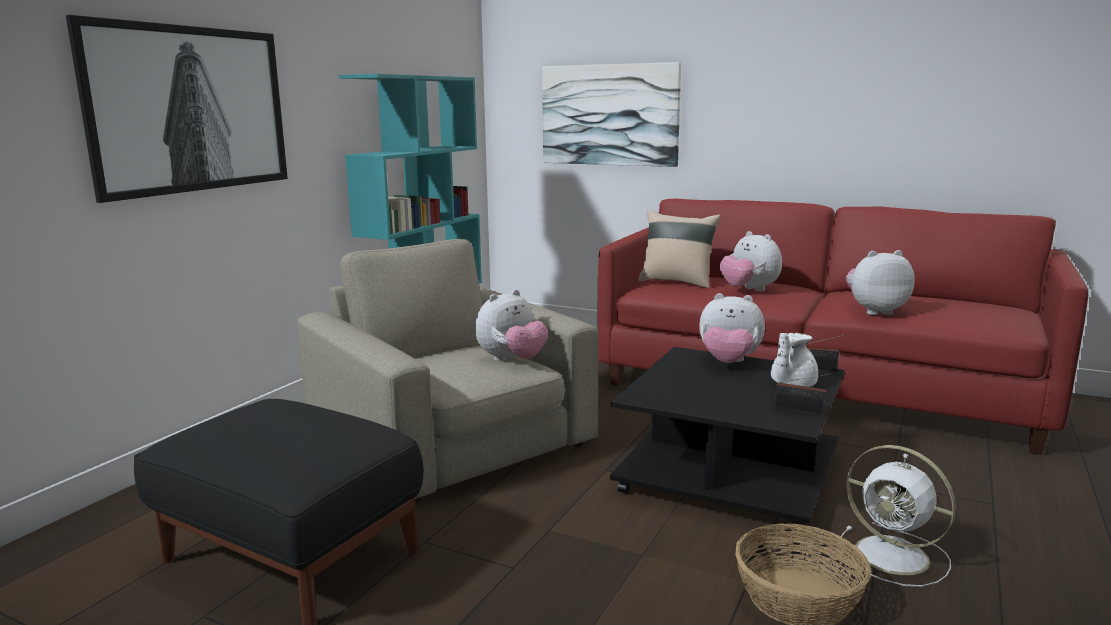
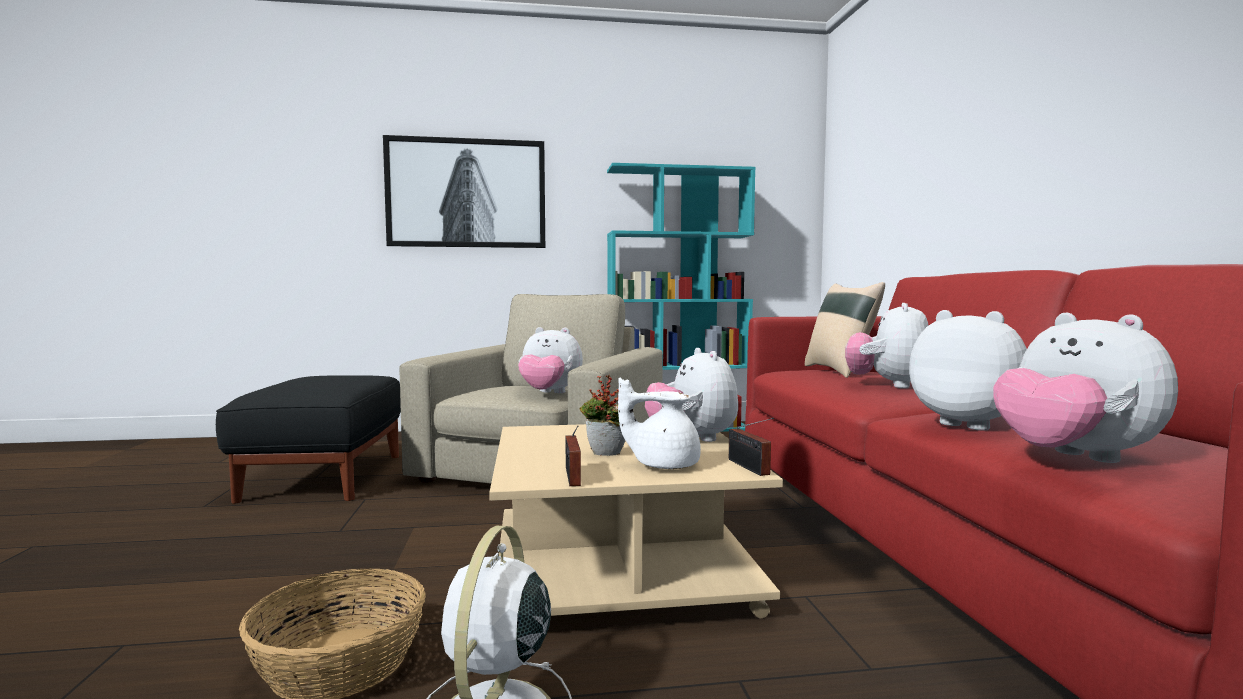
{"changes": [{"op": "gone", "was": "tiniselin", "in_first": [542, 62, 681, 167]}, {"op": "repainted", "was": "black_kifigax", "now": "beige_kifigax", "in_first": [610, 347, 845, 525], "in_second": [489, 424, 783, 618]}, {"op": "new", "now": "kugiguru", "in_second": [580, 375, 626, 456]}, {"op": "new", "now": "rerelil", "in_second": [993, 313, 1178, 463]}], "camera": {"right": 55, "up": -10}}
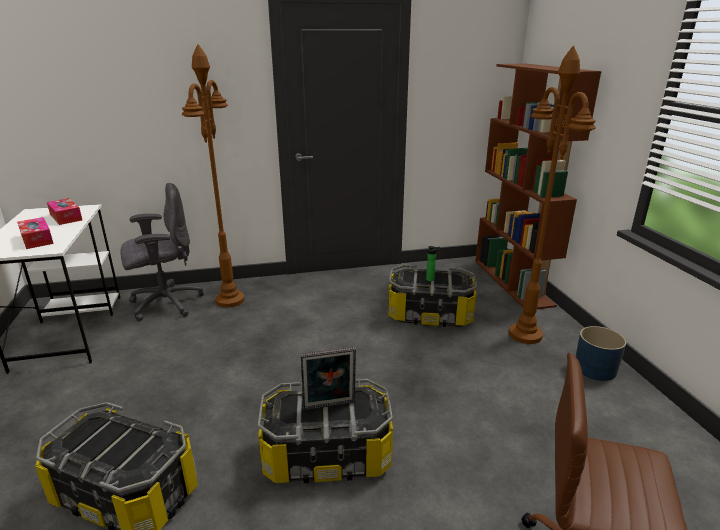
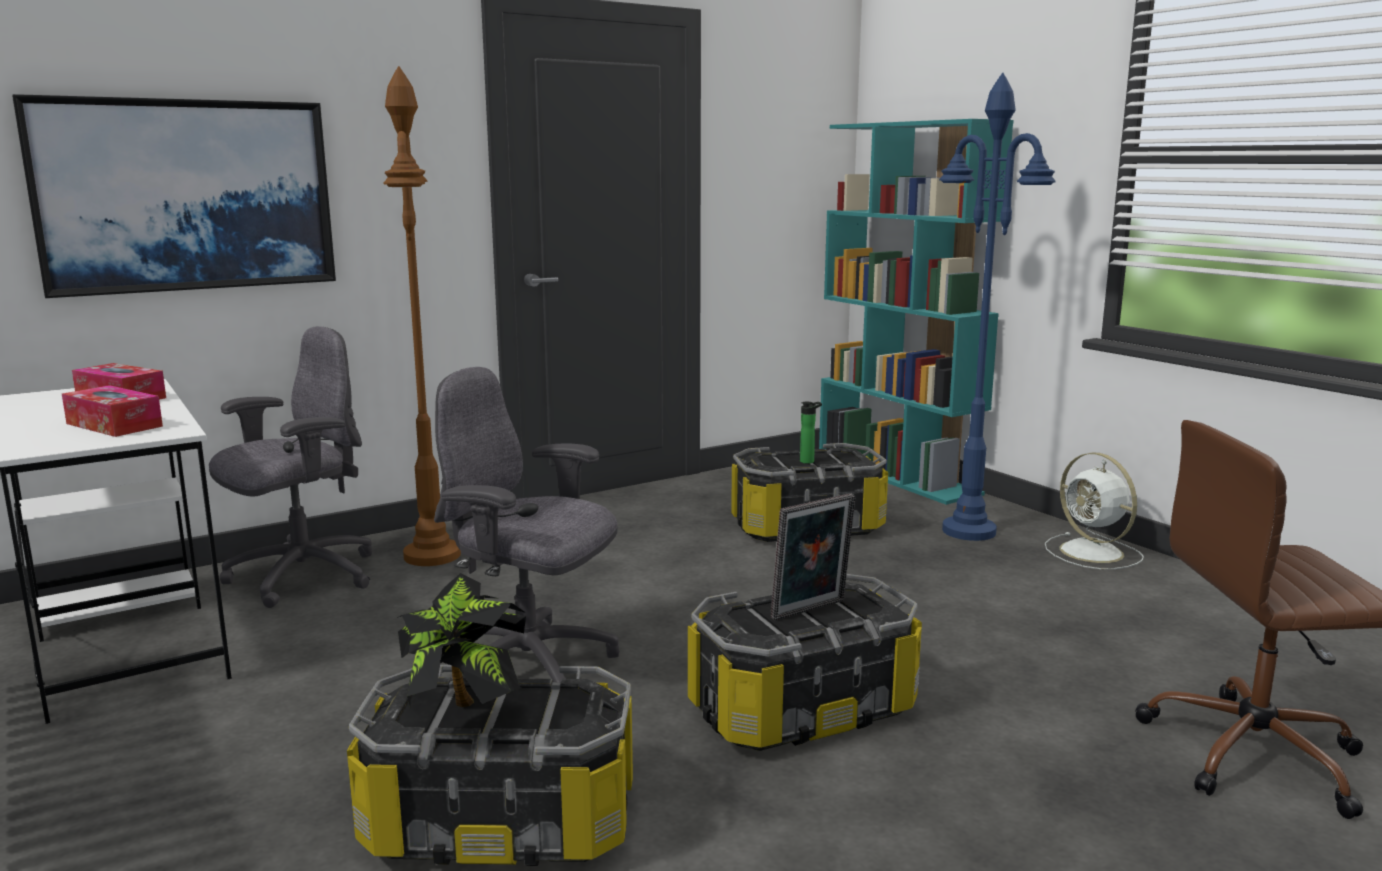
{"changes": [{"op": "repainted", "was": "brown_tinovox", "now": "turquoise_tinovox", "in_first": [475, 64, 602, 309], "in_second": [819, 119, 1014, 505]}, {"op": "repainted", "was": "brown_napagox", "now": "blue_napagox", "in_first": [509, 46, 596, 344], "in_second": [939, 73, 1056, 541]}, {"op": "swapped", "was": "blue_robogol", "now": "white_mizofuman", "in_first": [576, 326, 626, 381], "in_second": [1045, 453, 1144, 569]}, {"op": "new", "now": "tiniselin", "in_second": [12, 94, 336, 298]}, {"op": "new", "now": "kugiguru", "in_second": [397, 573, 526, 709]}, {"op": "new", "now": "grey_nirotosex", "in_second": [434, 367, 619, 682]}], "camera": {"right": -20, "up": -10}}
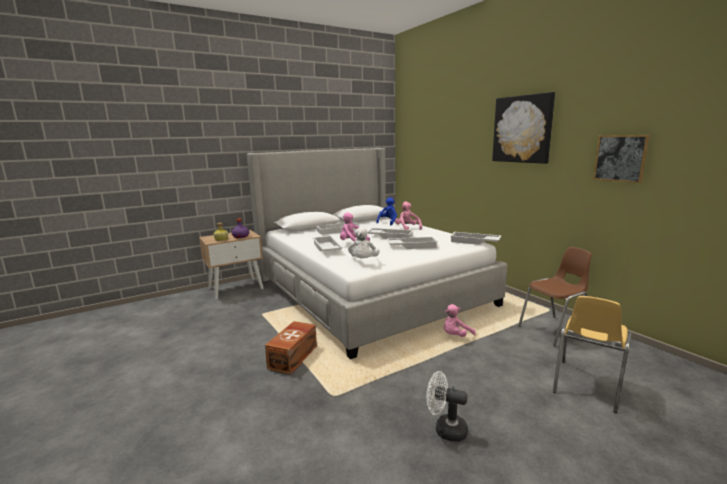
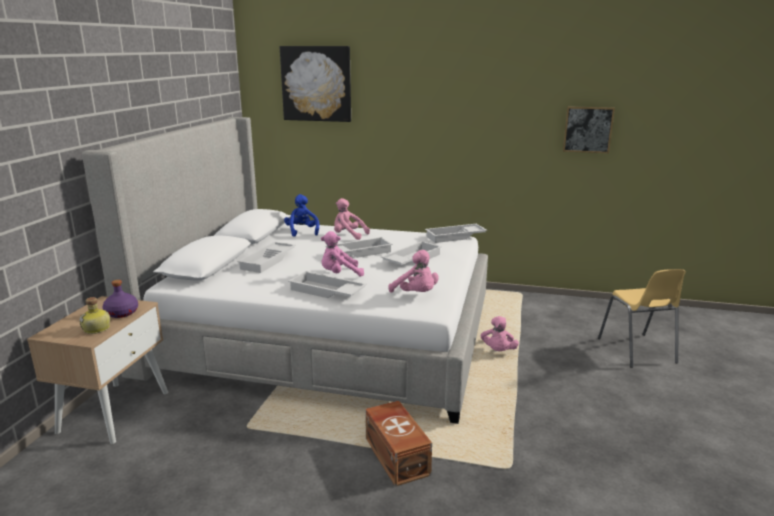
{"changes": [{"op": "repainted", "was": "white_rerelil", "now": "pink_rerelil", "in_first": [348, 227, 380, 259], "in_second": [388, 250, 439, 293]}, {"op": "gone", "was": "white_mizofuman", "in_first": [427, 371, 468, 442]}, {"op": "shifted", "was": "tiniselin", "in_first": [492, 92, 555, 164], "in_second": [280, 46, 351, 122]}, {"op": "gone", "was": "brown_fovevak", "in_first": [518, 247, 592, 346]}], "camera": {"right": -45, "up": 5}}
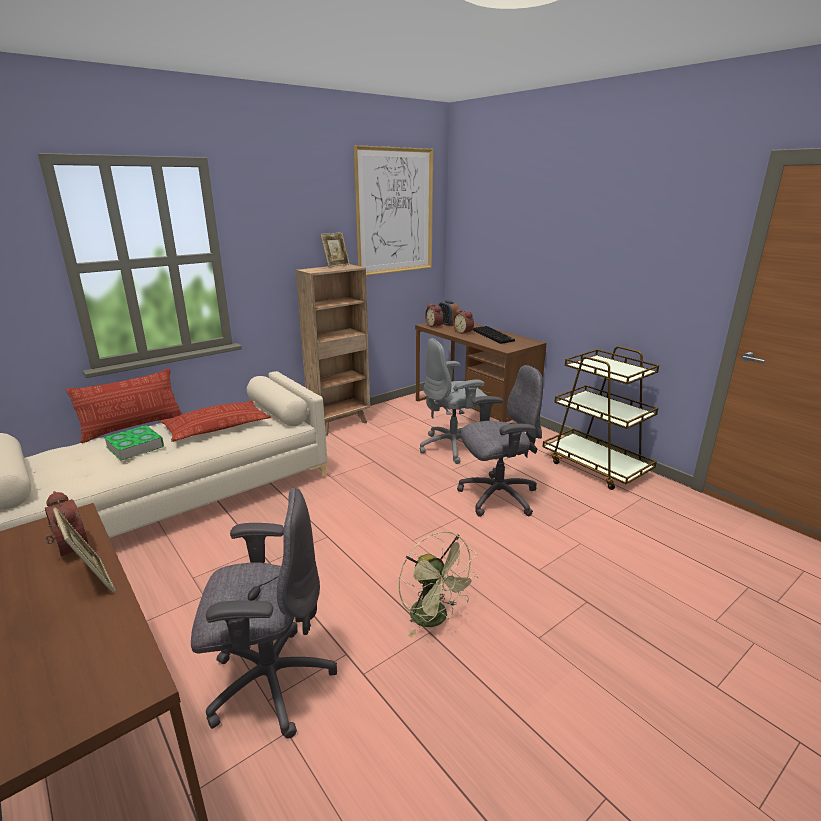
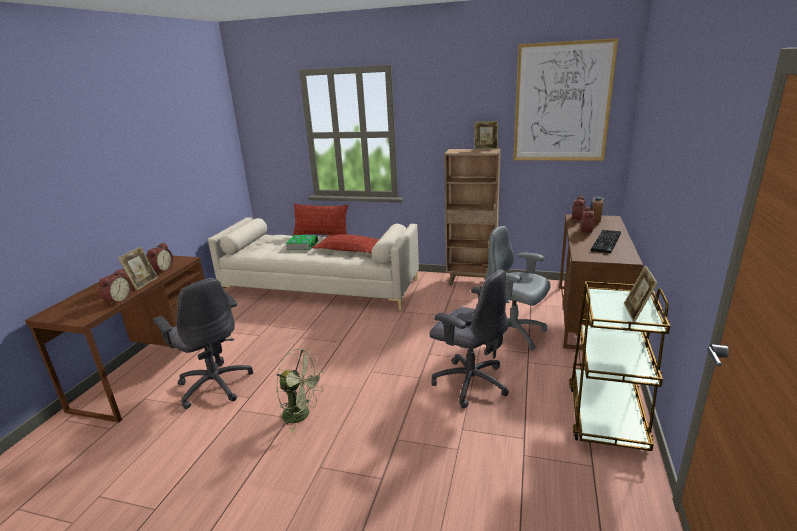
{"changes": [{"op": "rotated", "was": "green_mizofuman", "in_first": [399, 531, 479, 637], "in_second": [277, 348, 324, 432], "clockwise": -90}, {"op": "new", "now": "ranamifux", "in_second": [99, 269, 132, 306]}, {"op": "new", "now": "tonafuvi", "in_second": [624, 266, 658, 322]}], "camera": {"right": 55, "up": 0}}
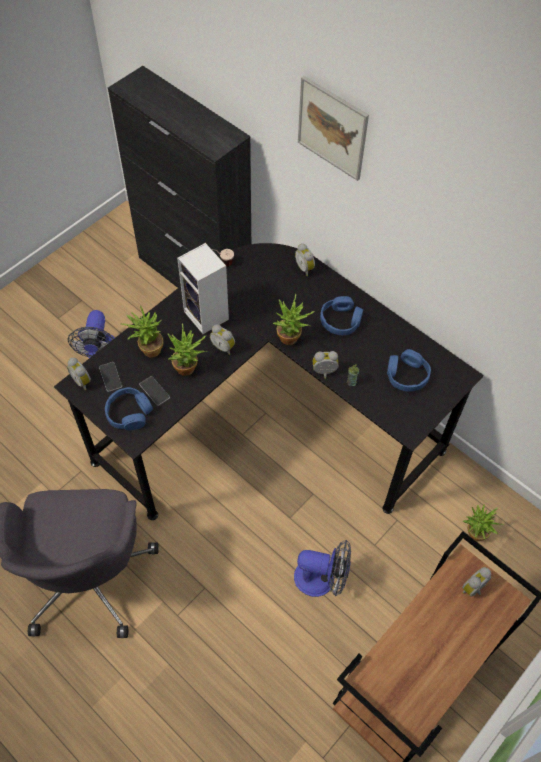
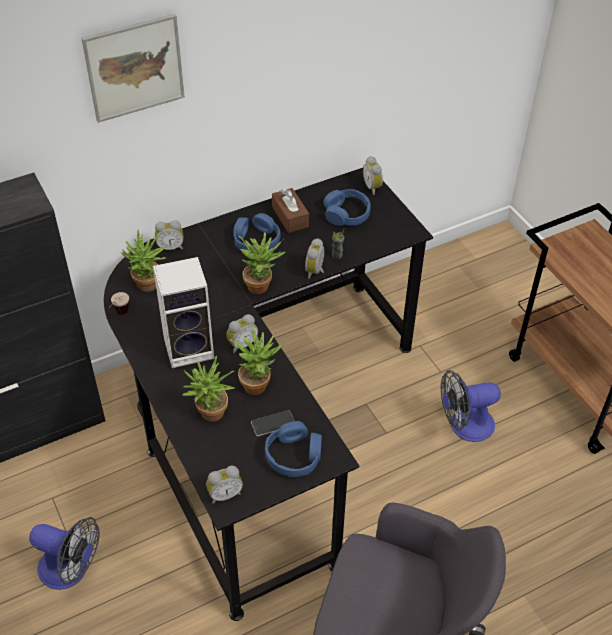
{"changes": [{"op": "gone", "was": "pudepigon", "in_first": [99, 362, 122, 392]}, {"op": "rotated", "was": "mizofuman", "in_first": [294, 540, 351, 597], "in_second": [441, 370, 501, 442], "clockwise": -135}, {"op": "shifted", "was": "ranamifux", "in_first": [462, 567, 491, 597], "in_second": [363, 156, 383, 195]}, {"op": "shifted", "was": "kugiguru", "in_first": [463, 504, 504, 542], "in_second": [121, 229, 166, 292]}, {"op": "new", "now": "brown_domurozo", "in_second": [272, 188, 309, 233]}], "camera": {"right": -70, "up": -10}}
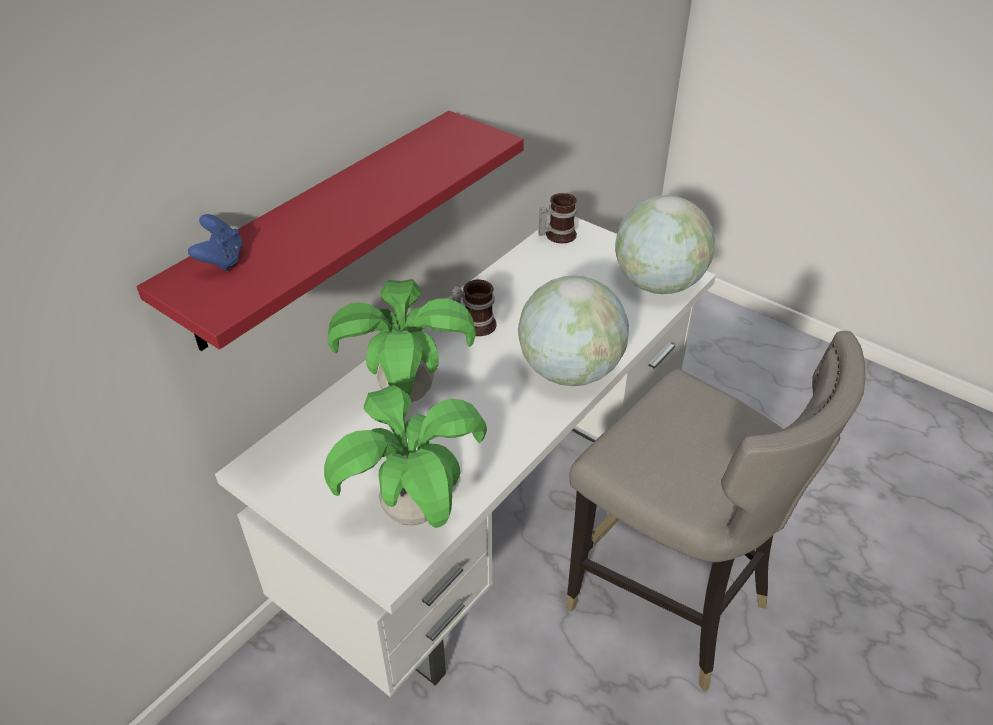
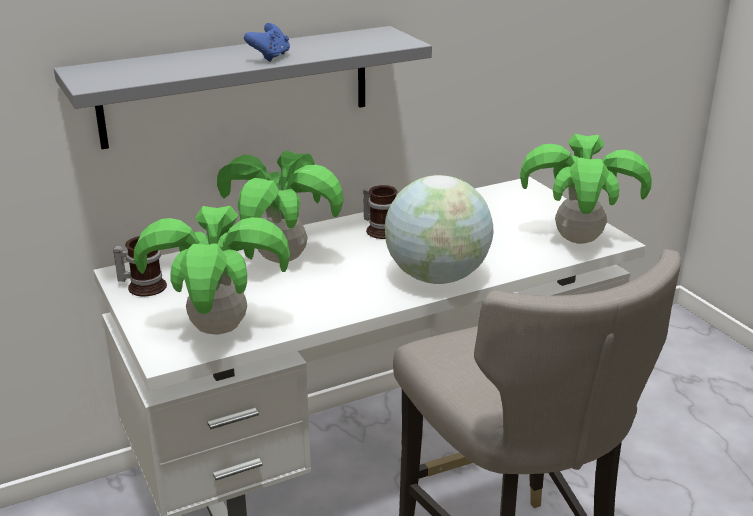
{"changes": [{"op": "repainted", "was": "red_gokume", "now": "grey_gokume", "in_first": [137, 111, 524, 351], "in_second": [54, 26, 432, 149]}, {"op": "shifted", "was": "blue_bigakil", "in_first": [188, 214, 243, 271], "in_second": [244, 23, 290, 62]}, {"op": "shifted", "was": "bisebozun", "in_first": [539, 193, 577, 244], "in_second": [113, 236, 167, 297]}, {"op": "swapped", "was": "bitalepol", "now": "kugiguru", "in_first": [615, 195, 715, 294], "in_second": [520, 134, 652, 244]}], "camera": {"right": 25, "up": -15}}
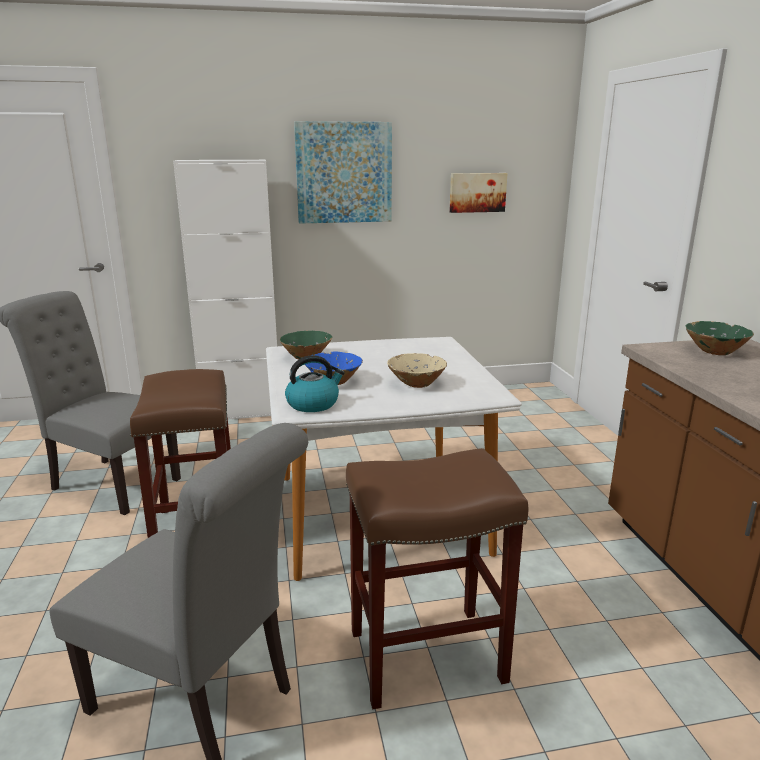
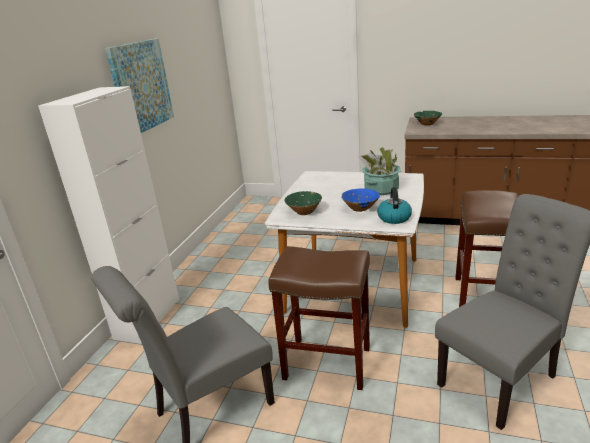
{"changes": [{"op": "swapped", "was": "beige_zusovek", "now": "kugiguru", "in_first": [387, 353, 447, 388], "in_second": [358, 147, 401, 195]}, {"op": "gone", "was": "tiniselin", "in_first": [449, 173, 508, 213]}], "camera": {"right": -60, "up": 5}}
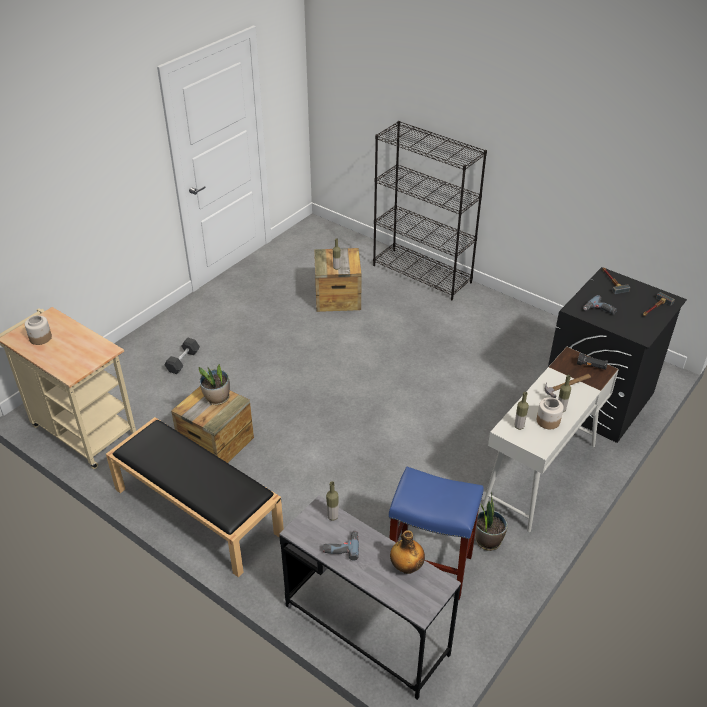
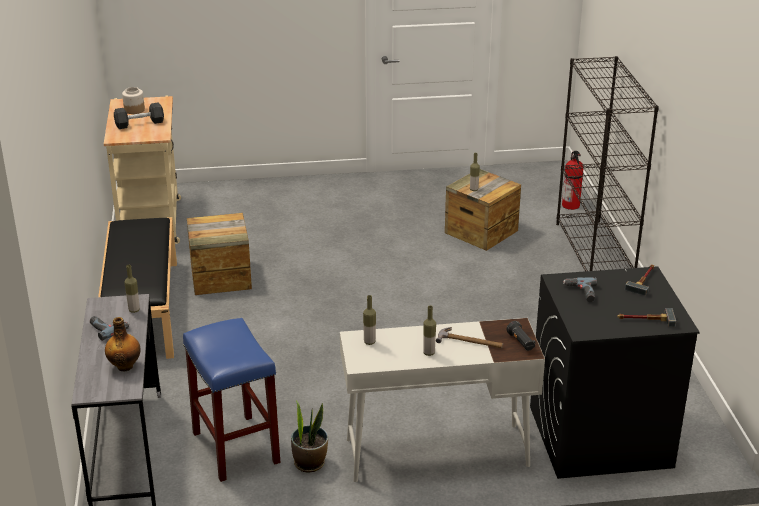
{"changes": [{"op": "shifted", "was": "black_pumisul", "in_first": [164, 338, 200, 374], "in_second": [114, 103, 164, 129]}, {"op": "gone", "was": "kugiguru", "in_first": [199, 364, 230, 405]}, {"op": "gone", "was": "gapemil", "in_first": [537, 397, 564, 429]}, {"op": "new", "now": "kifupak", "in_second": [562, 151, 584, 210]}], "camera": {"right": 45, "up": -10}}
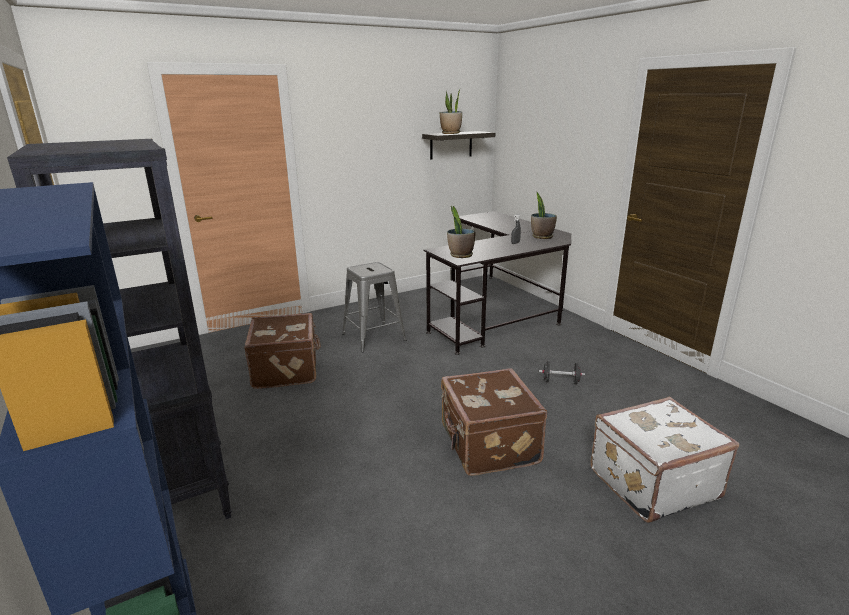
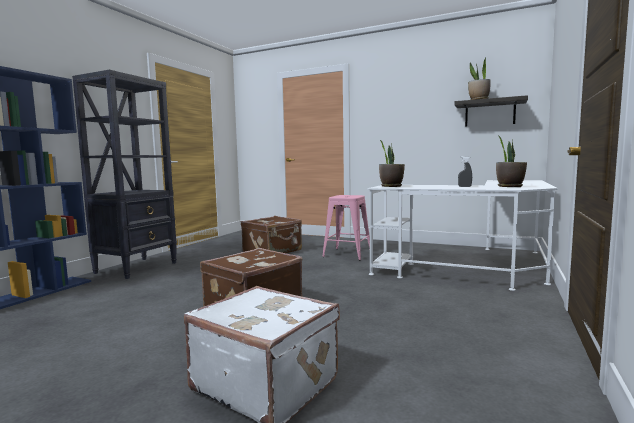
{"changes": [{"op": "repainted", "was": "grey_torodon", "now": "pink_torodon", "in_first": [342, 262, 406, 352], "in_second": [322, 195, 370, 261]}, {"op": "repainted", "was": "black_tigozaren", "now": "white_tigozaren", "in_first": [424, 211, 571, 355], "in_second": [367, 180, 557, 291]}, {"op": "gone", "was": "black_pumisul", "in_first": [539, 361, 585, 385]}], "camera": {"right": 55, "up": -15}}
